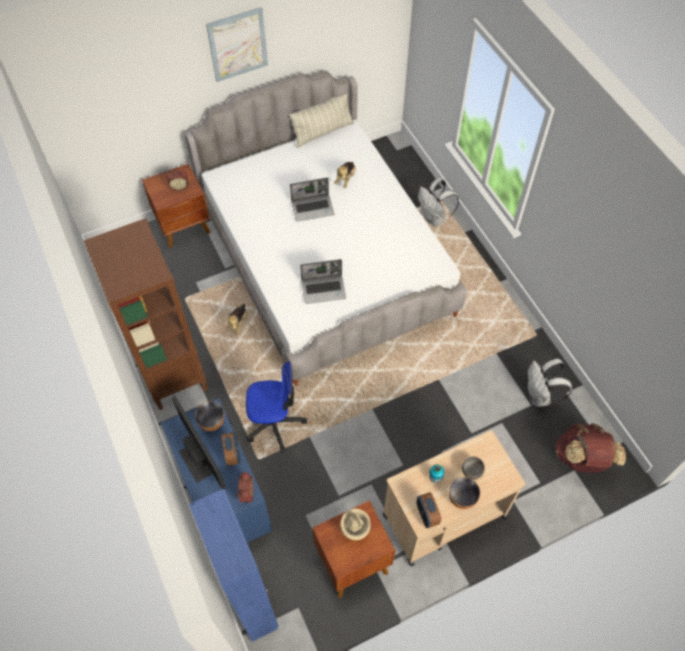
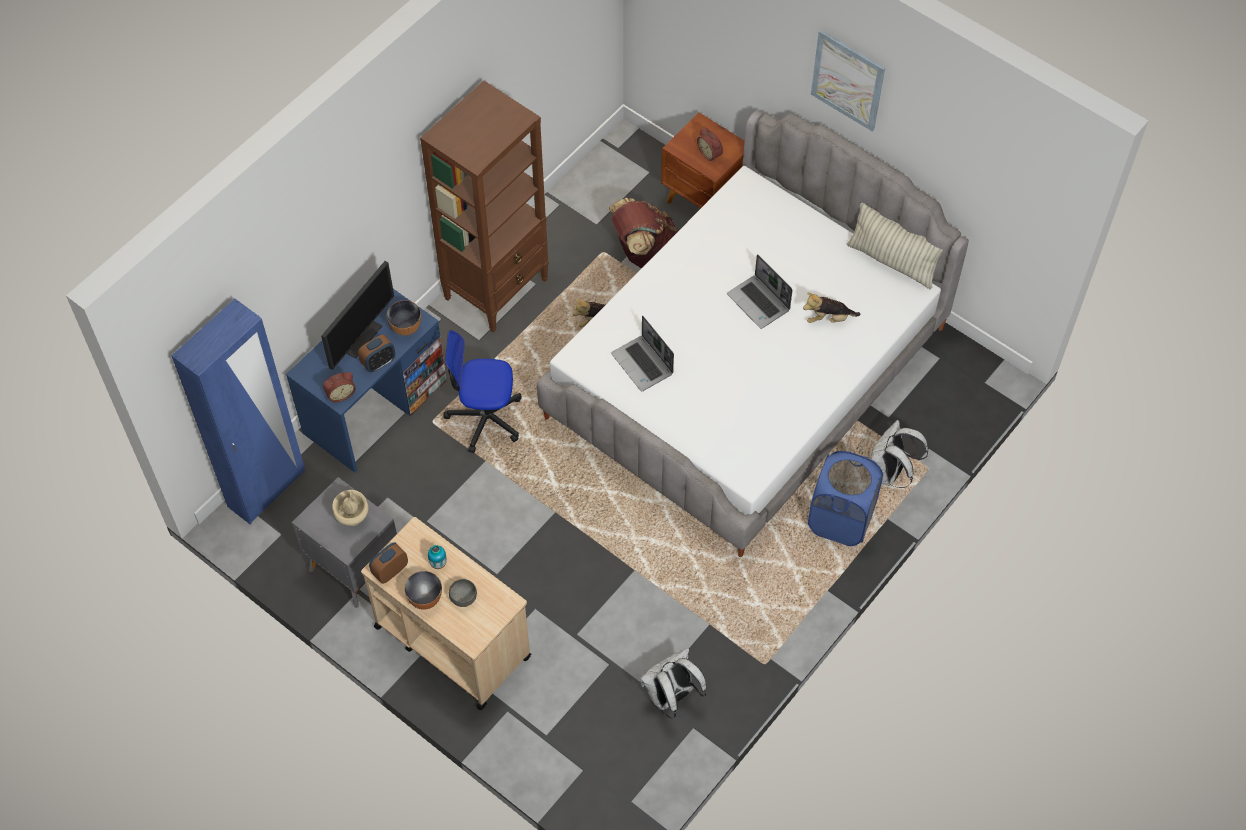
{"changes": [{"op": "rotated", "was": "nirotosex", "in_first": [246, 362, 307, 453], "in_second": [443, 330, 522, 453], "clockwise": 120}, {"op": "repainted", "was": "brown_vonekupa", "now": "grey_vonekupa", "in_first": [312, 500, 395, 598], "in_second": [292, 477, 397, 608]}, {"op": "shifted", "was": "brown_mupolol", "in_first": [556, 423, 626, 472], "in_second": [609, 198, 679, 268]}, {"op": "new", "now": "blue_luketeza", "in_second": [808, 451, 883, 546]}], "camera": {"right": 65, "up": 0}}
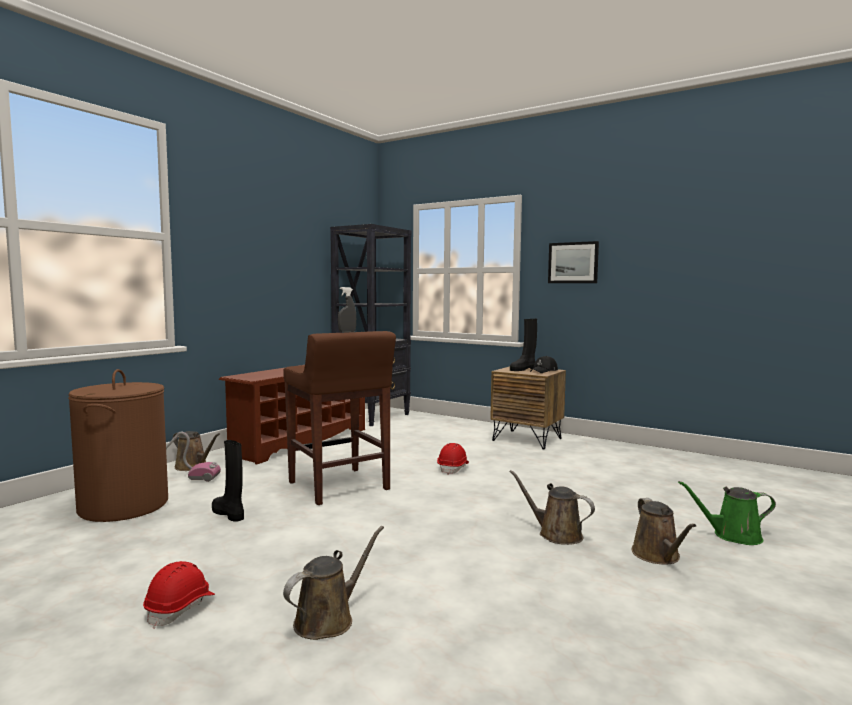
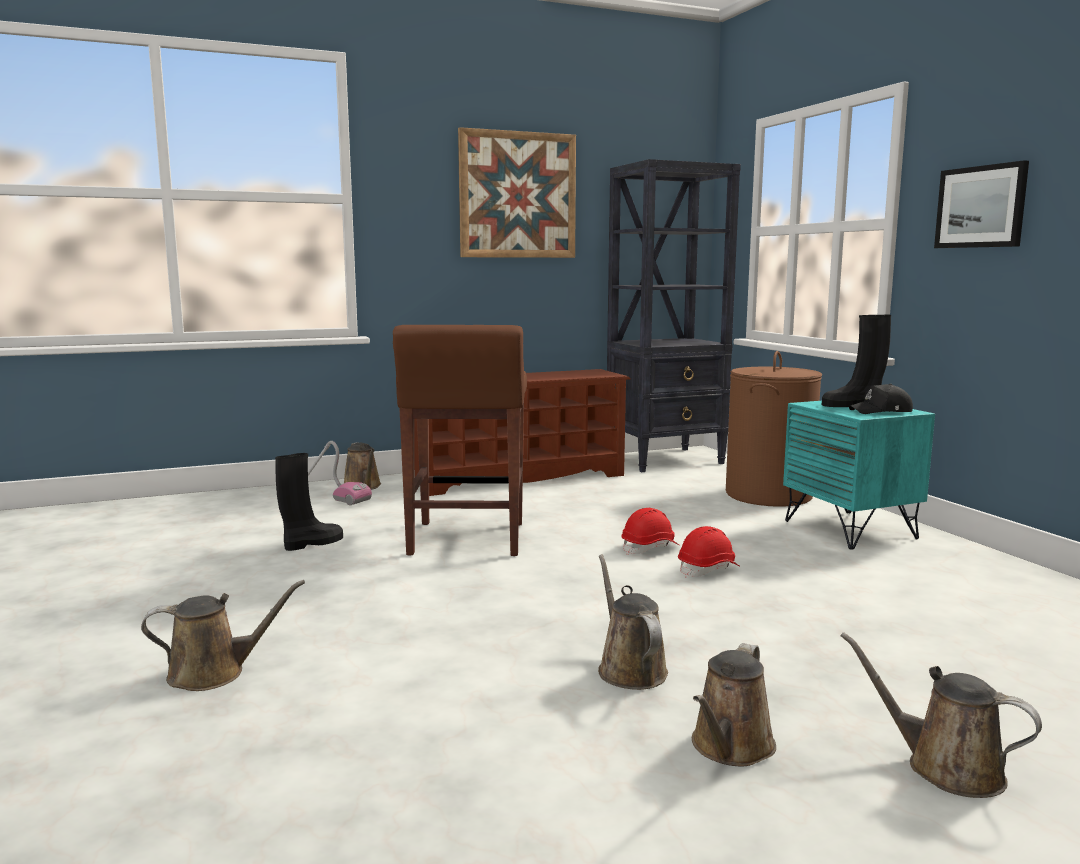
{"changes": [{"op": "shifted", "was": "brown_luketeza", "in_first": [68, 369, 168, 522], "in_second": [726, 351, 822, 507]}, {"op": "shifted", "was": "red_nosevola", "in_first": [143, 561, 215, 629], "in_second": [678, 526, 739, 578]}, {"op": "rotated", "was": "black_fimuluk", "in_first": [212, 440, 244, 522], "in_second": [275, 453, 343, 551], "clockwise": 60}, {"op": "gone", "was": "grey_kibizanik", "in_first": [338, 287, 356, 332]}, {"op": "repainted", "was": "brown_vonekupa", "now": "turquoise_vonekupa", "in_first": [490, 366, 566, 449], "in_second": [783, 401, 935, 550]}, {"op": "repainted", "was": "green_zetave", "now": "brown_zetave", "in_first": [678, 481, 776, 545], "in_second": [841, 632, 1042, 798]}, {"op": "new", "now": "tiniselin", "in_second": [458, 127, 576, 258]}], "camera": {"right": 35, "up": 5}}
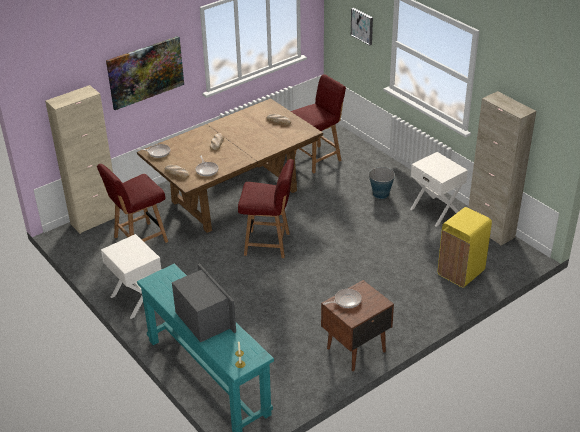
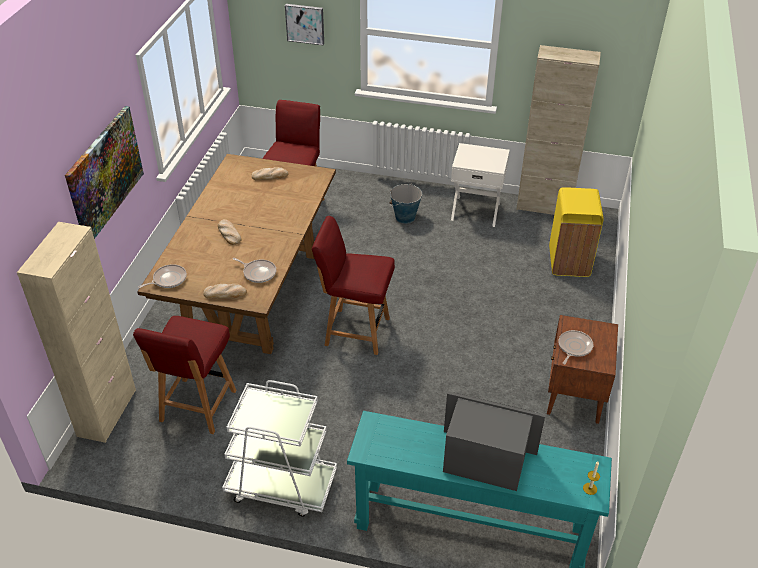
{"changes": [{"op": "swapped", "was": "white_vonekupa", "now": "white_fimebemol", "in_first": [101, 234, 162, 319], "in_second": [222, 380, 337, 517]}, {"op": "rotated", "was": "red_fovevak", "in_first": [238, 159, 294, 258], "in_second": [312, 216, 395, 355], "clockwise": -135}], "camera": {"right": -40, "up": 5}}
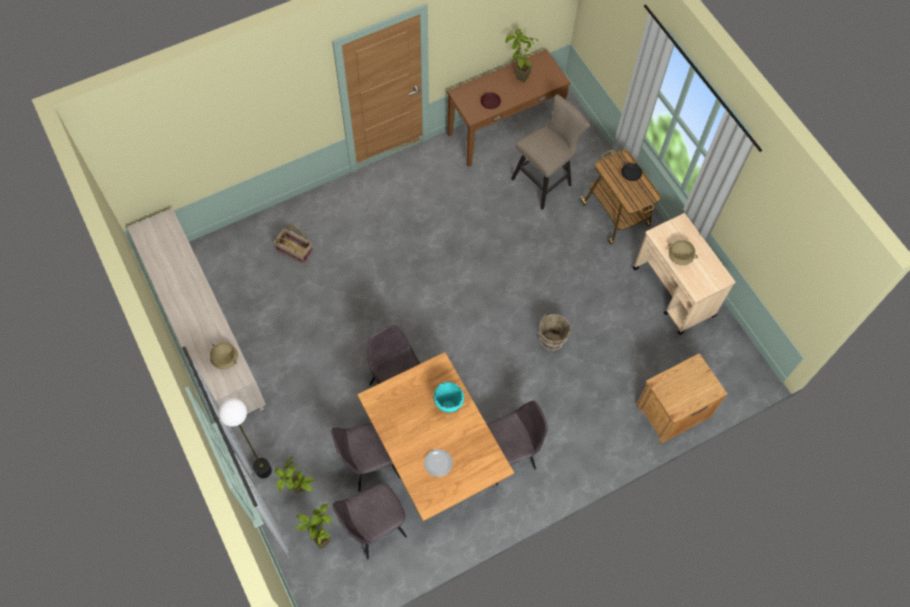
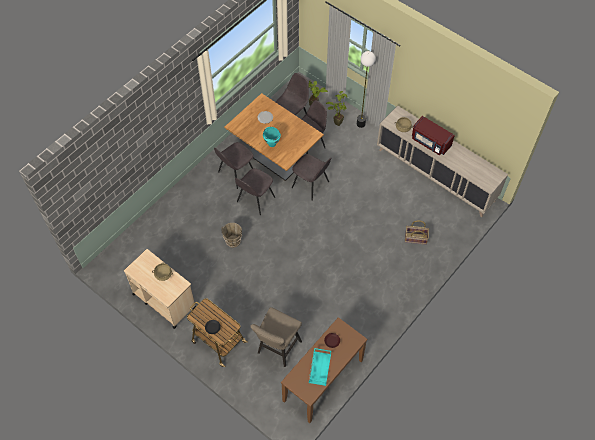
{"changes": [{"op": "swapped", "was": "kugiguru", "now": "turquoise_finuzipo", "in_first": [505, 29, 538, 83], "in_second": [309, 348, 331, 386]}, {"op": "gone", "was": "brown_vonekupa", "in_first": [636, 353, 728, 444]}, {"op": "new", "now": "grey_fovevak", "in_second": [235, 168, 275, 215]}, {"op": "new", "now": "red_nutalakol", "in_second": [412, 116, 455, 155]}], "camera": {"right": 160, "up": -5}}
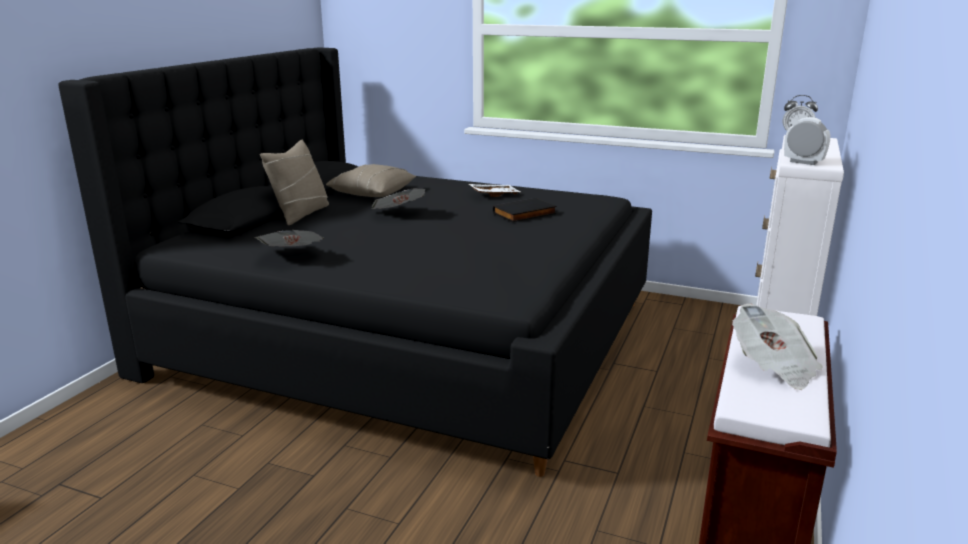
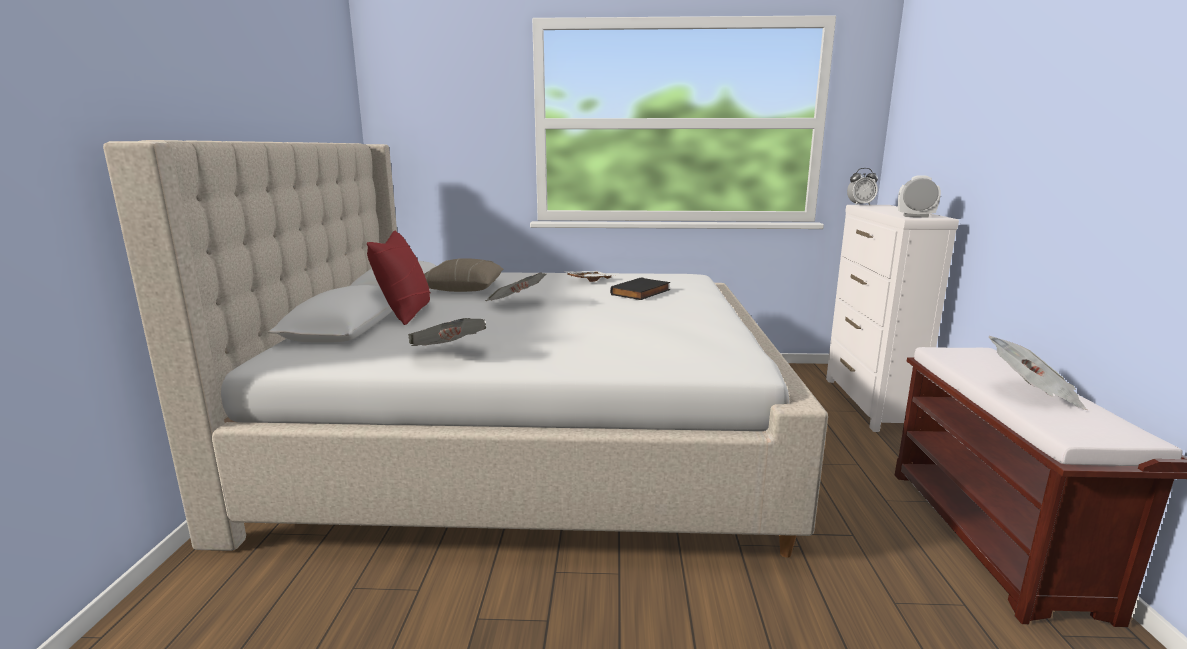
{"changes": [{"op": "repainted", "was": "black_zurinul", "now": "beige_zurinul", "in_first": [58, 47, 652, 477], "in_second": [103, 140, 828, 558]}, {"op": "repainted", "was": "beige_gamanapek", "now": "red_gamanapek", "in_first": [260, 139, 329, 225], "in_second": [367, 231, 431, 325]}], "camera": {"right": -20, "up": -5}}
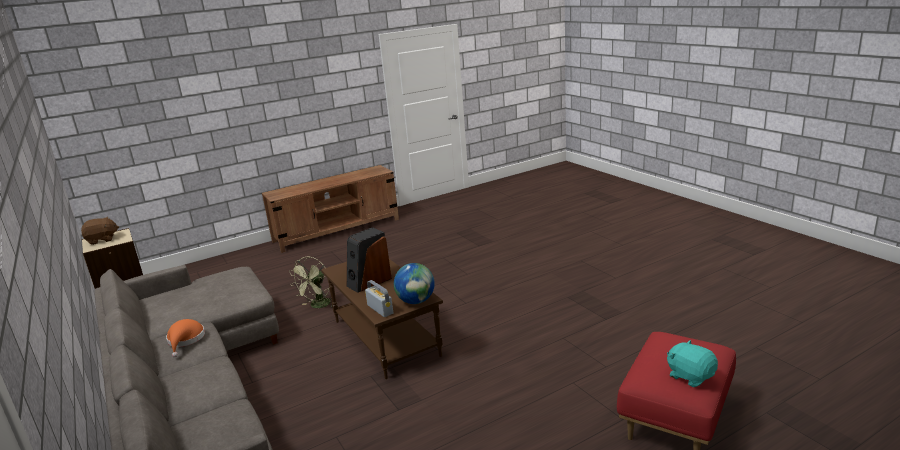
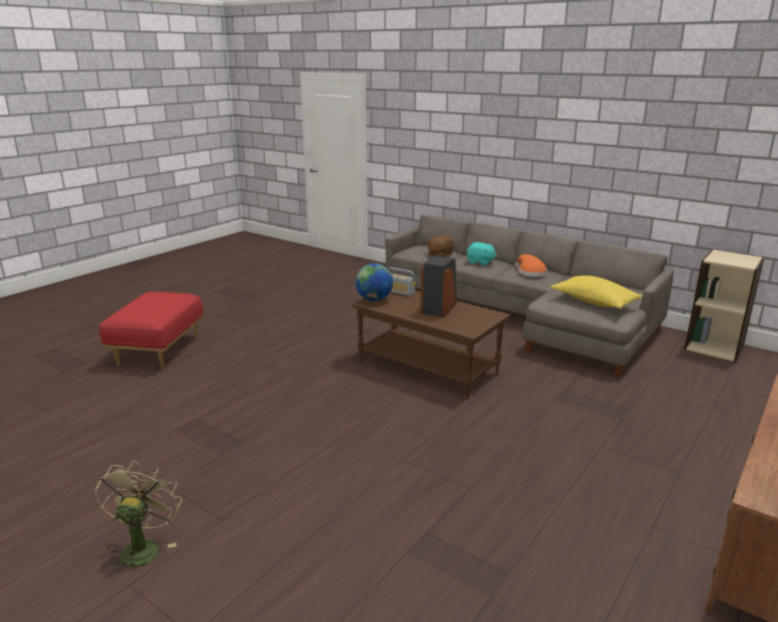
{"changes": [{"op": "shifted", "was": "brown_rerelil", "in_first": [81, 217, 119, 245], "in_second": [428, 235, 454, 257]}, {"op": "shifted", "was": "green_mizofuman", "in_first": [289, 257, 337, 308], "in_second": [95, 460, 182, 575]}, {"op": "shifted", "was": "turquoise_rerelil", "in_first": [667, 340, 718, 387], "in_second": [467, 242, 497, 266]}, {"op": "new", "now": "yellow_gamanapek", "in_second": [550, 276, 643, 309]}], "camera": {"right": 155, "up": 0}}
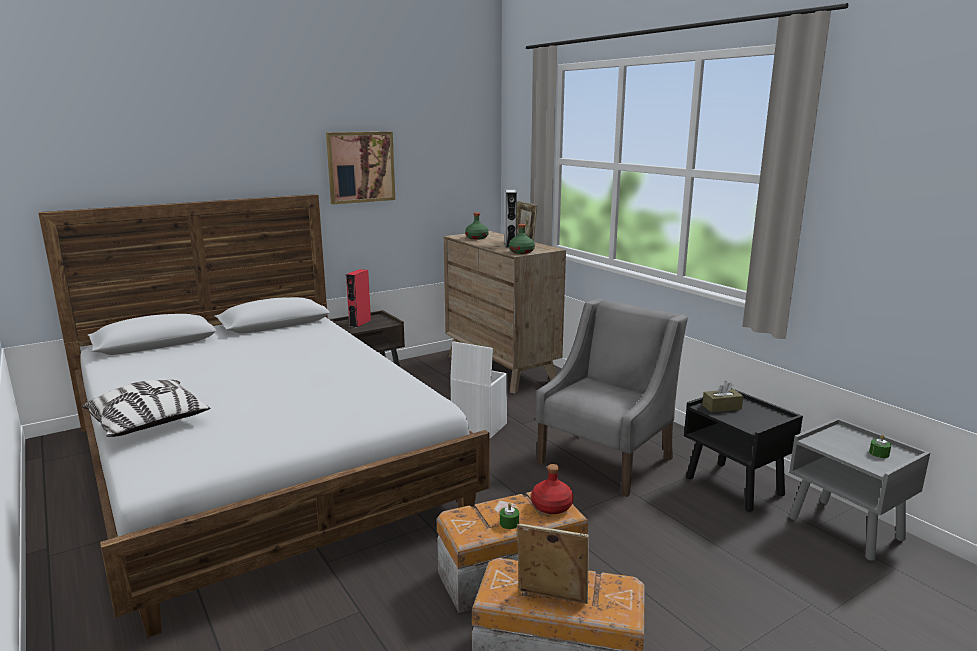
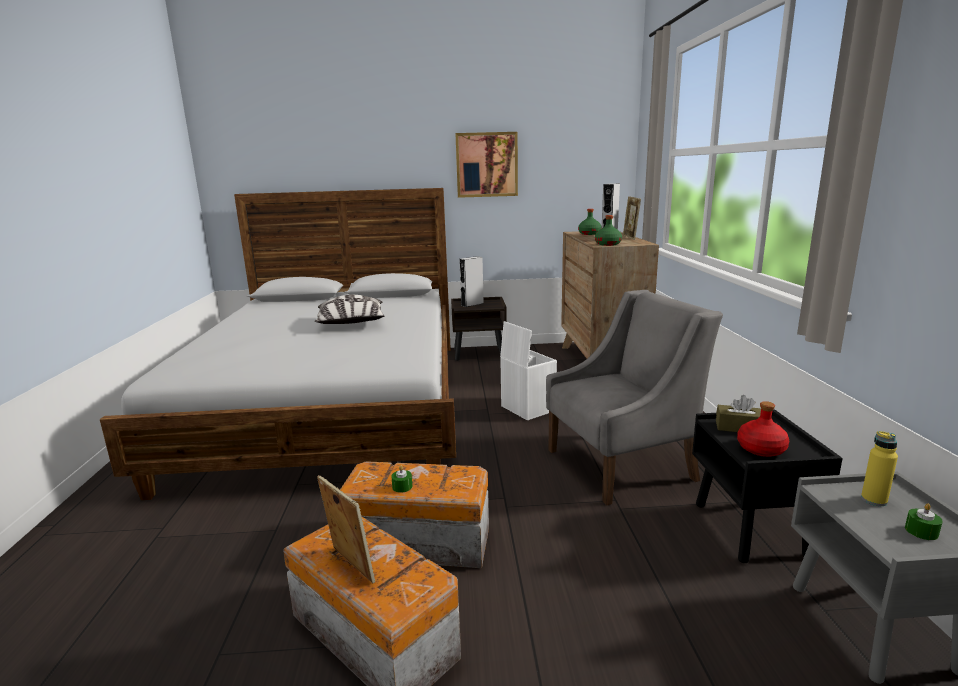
{"changes": [{"op": "shifted", "was": "gamanapek", "in_first": [82, 380, 210, 437], "in_second": [315, 295, 384, 324]}, {"op": "repainted", "was": "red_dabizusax", "now": "grey_dabizusax", "in_first": [346, 269, 371, 328], "in_second": [459, 256, 484, 307]}, {"op": "shifted", "was": "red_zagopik", "in_first": [531, 464, 573, 514], "in_second": [737, 401, 789, 457]}, {"op": "new", "now": "yellow_zagopik", "in_second": [861, 431, 898, 506]}], "camera": {"right": 30, "up": 0}}
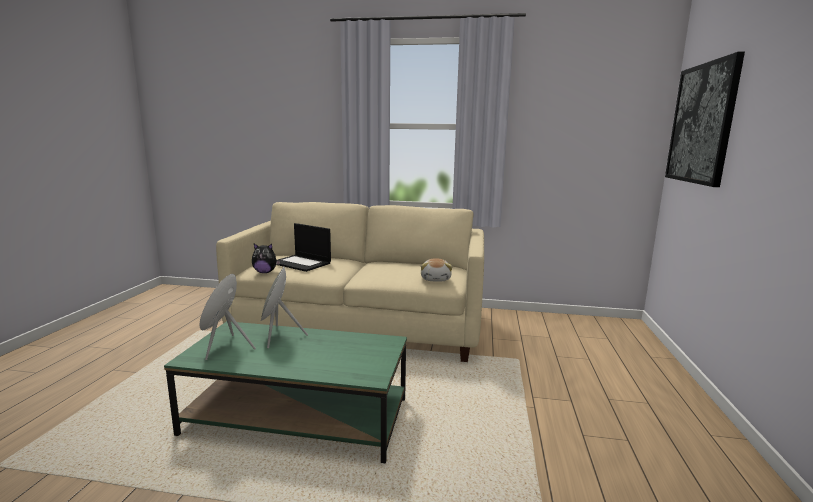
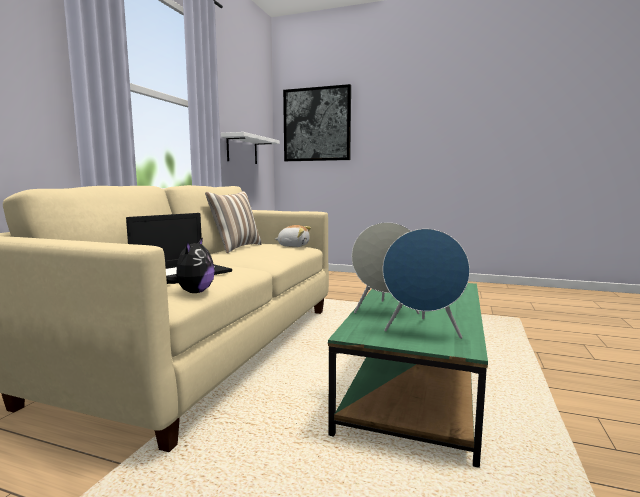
{"changes": [{"op": "new", "now": "gamanapek", "in_second": [205, 191, 262, 253]}, {"op": "new", "now": "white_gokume", "in_second": [221, 132, 279, 164]}], "camera": {"right": -80, "up": -5}}
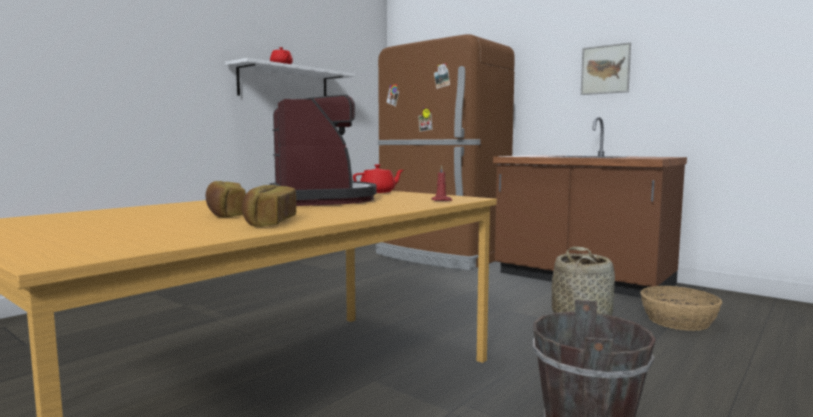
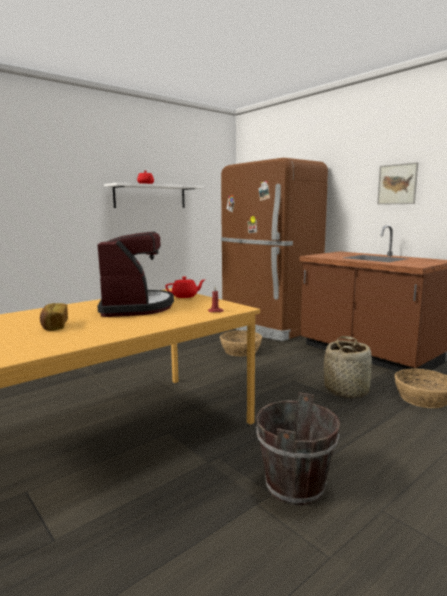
{"changes": [{"op": "gone", "was": "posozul", "in_first": [242, 185, 296, 227]}, {"op": "new", "now": "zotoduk", "in_second": [220, 330, 262, 357]}], "camera": {"right": 10, "up": 5}}
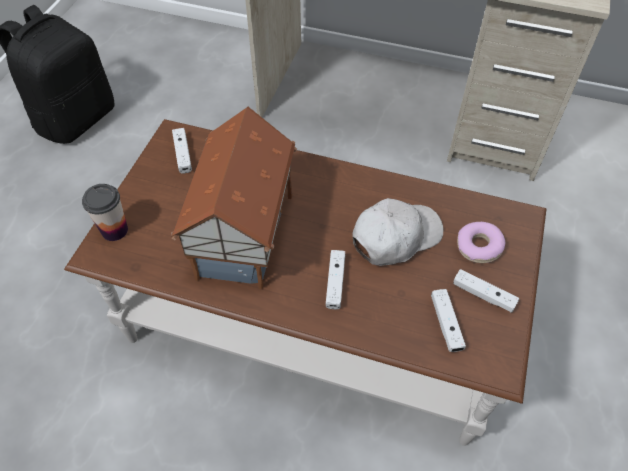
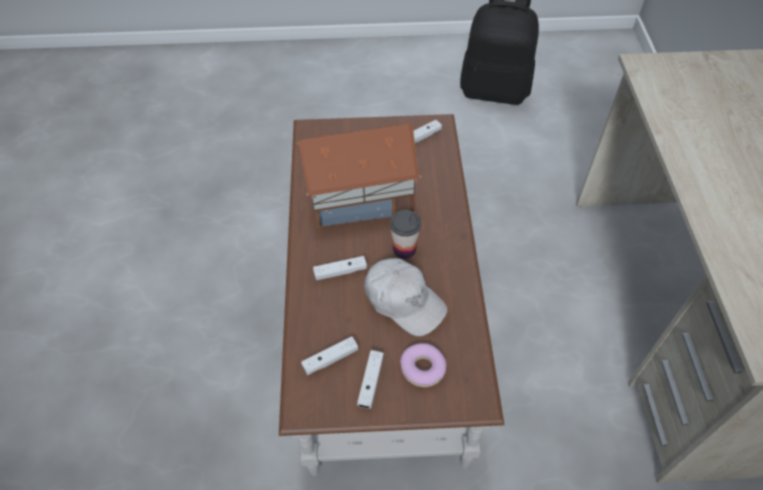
{"changes": [{"op": "shifted", "was": "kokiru", "in_first": [82, 184, 128, 241], "in_second": [390, 210, 421, 259]}], "camera": {"right": 70, "up": 0}}
